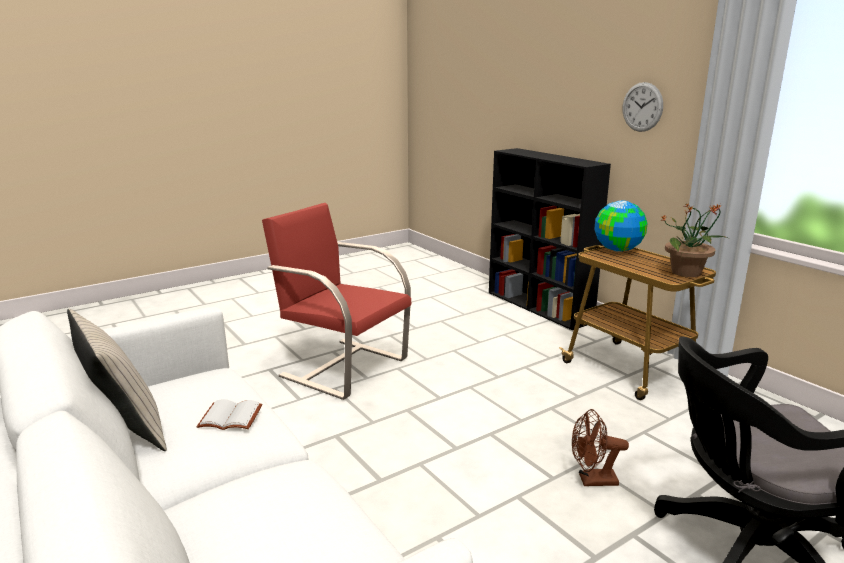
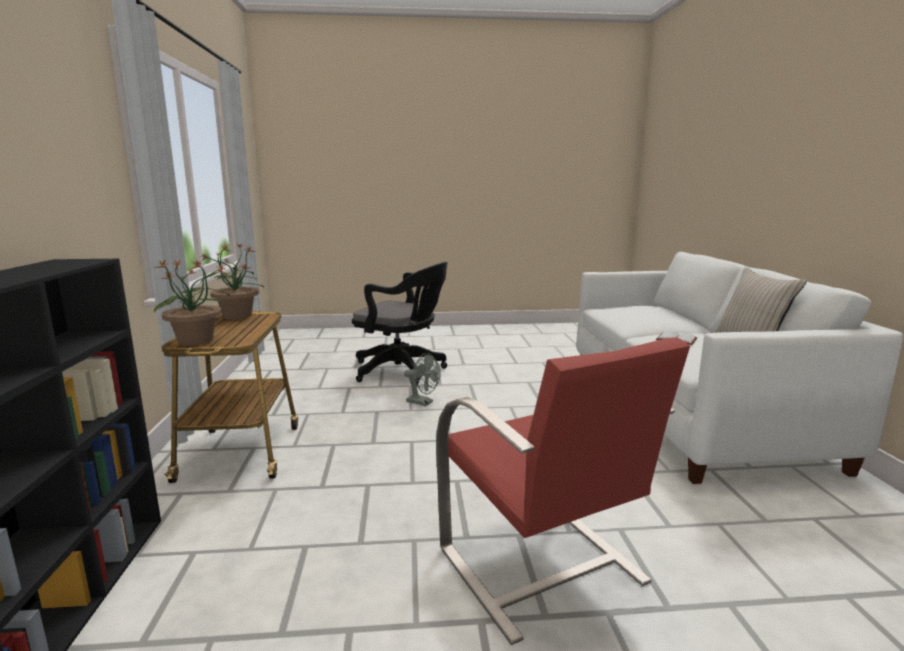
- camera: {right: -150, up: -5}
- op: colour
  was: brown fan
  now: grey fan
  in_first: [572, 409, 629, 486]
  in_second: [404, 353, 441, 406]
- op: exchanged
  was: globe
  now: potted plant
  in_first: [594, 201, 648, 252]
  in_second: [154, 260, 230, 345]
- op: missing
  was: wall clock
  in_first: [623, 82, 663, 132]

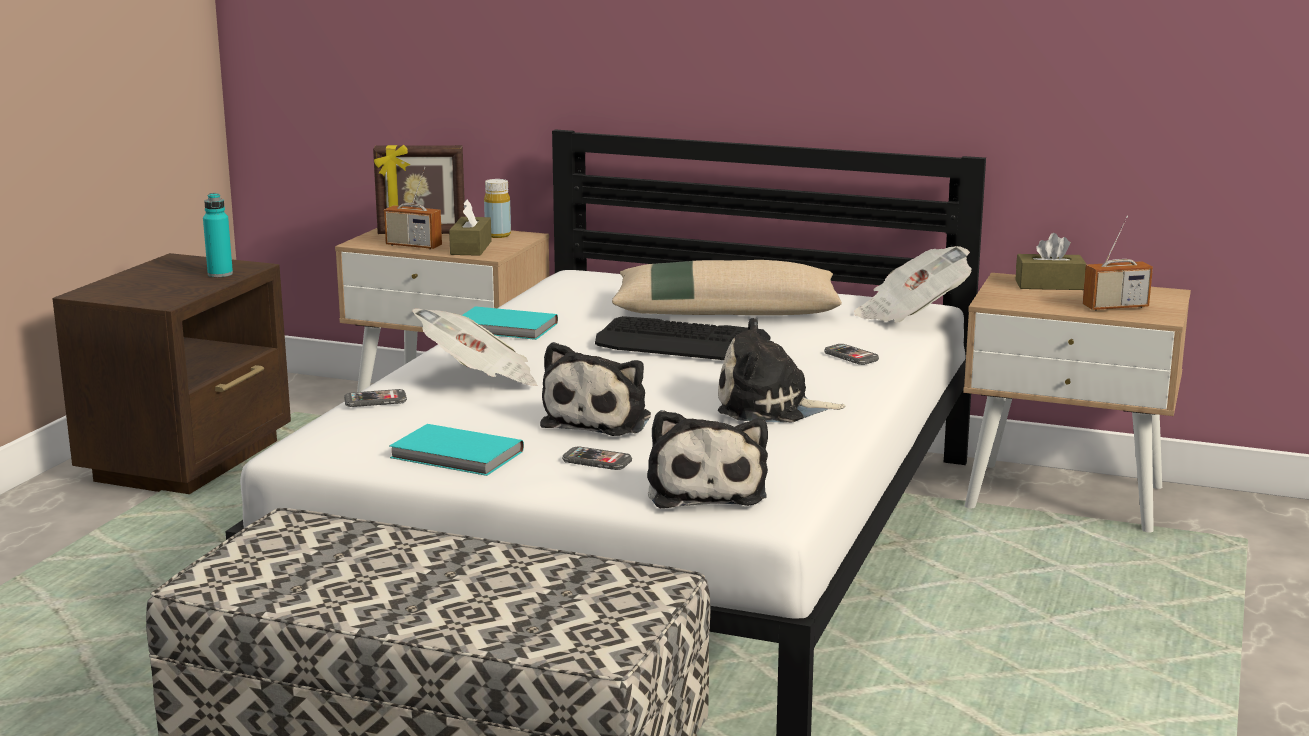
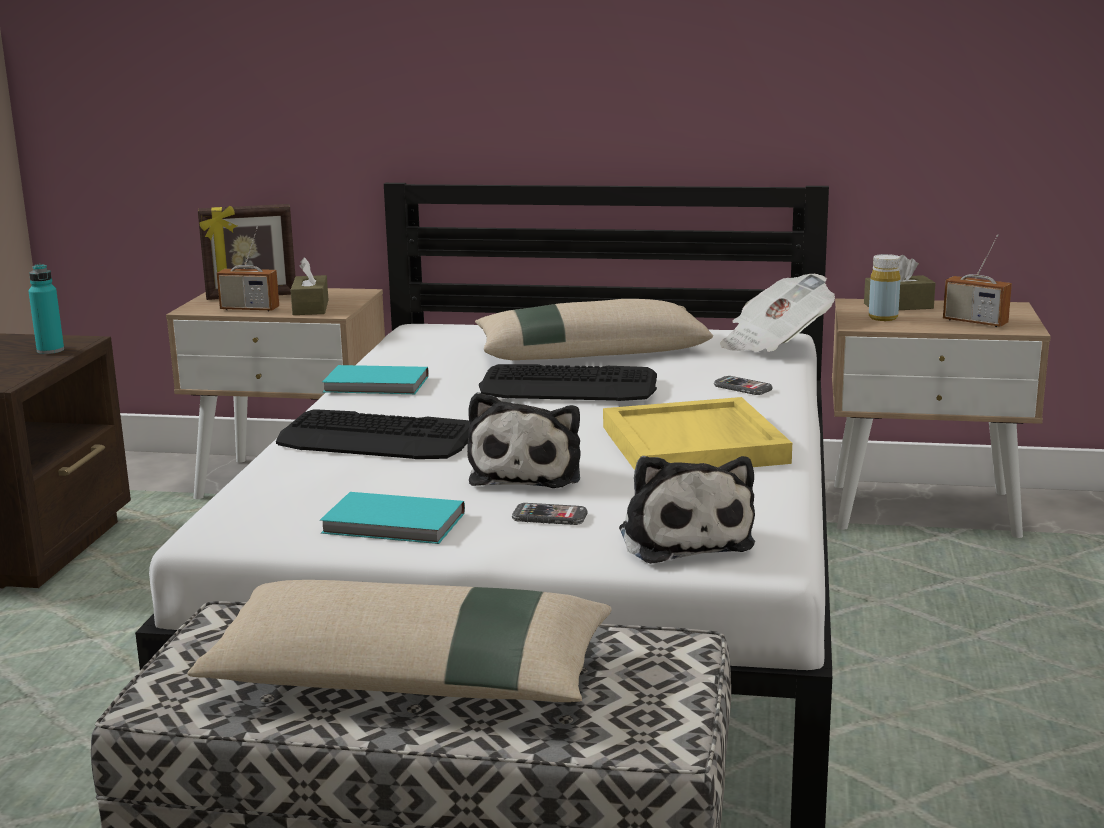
- camera: {right: -10, up: 0}
- op: missing
  was: phone
  in_first: [344, 389, 407, 407]
- op: exchanged
  was: newspaper
  now: keyboard
  in_first: [413, 308, 538, 386]
  in_second: [276, 409, 470, 459]
- op: relocated
  was: yellow bottle
  in_first: [484, 179, 511, 238]
  in_second: [869, 254, 901, 321]
- op: exchanged
  was: plush toy
  now: yellow tray
  in_first: [718, 317, 846, 423]
  in_second: [603, 397, 792, 470]
- op: spun
  was: radio
  in_first: [1083, 216, 1153, 311]
  in_second: [943, 234, 1012, 327]
  clockwise: 60
- op: appeared
  now: beige pillow
  in_second: [187, 580, 611, 702]

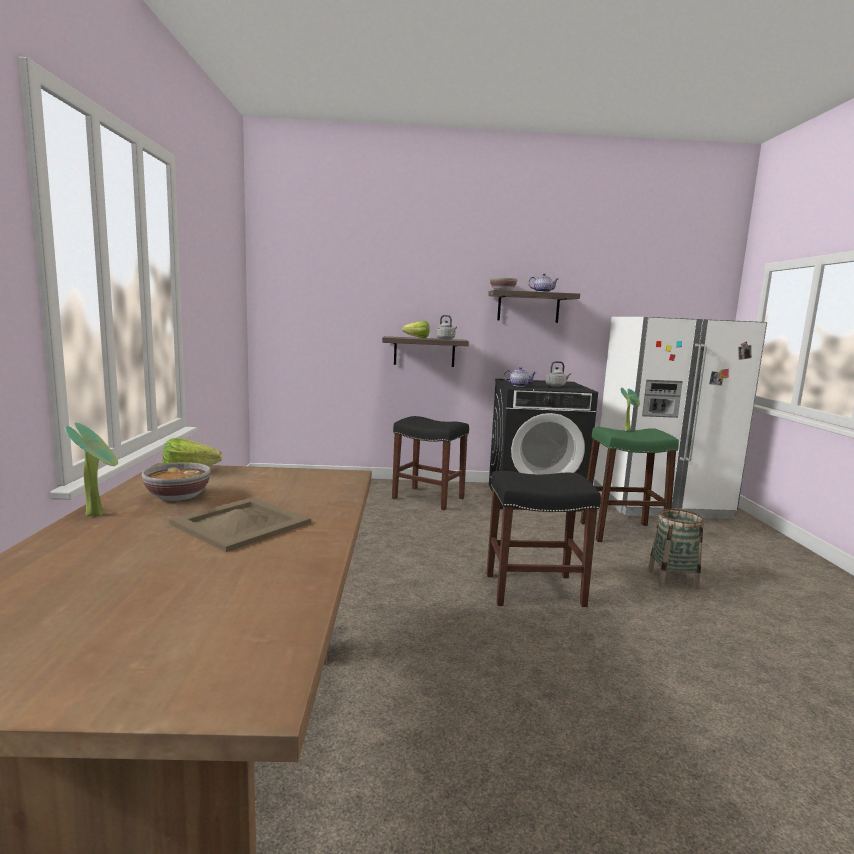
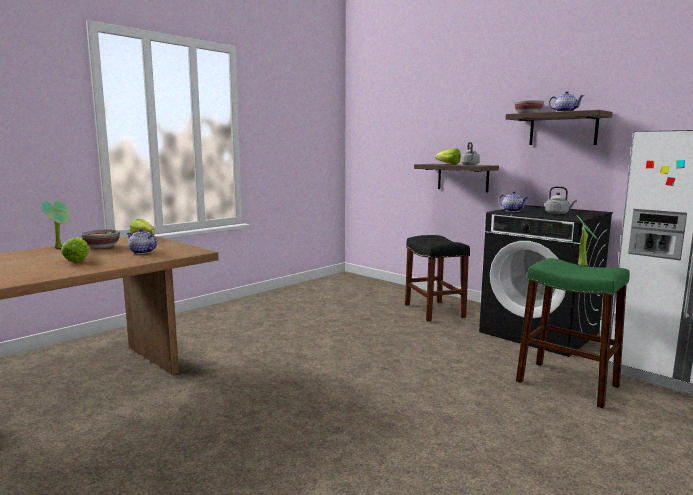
- camera: {right: 45, up: 0}
- op: exchanged
  was: beige tray
  now: lettuce
  in_first: [169, 497, 311, 552]
  in_second: [61, 237, 89, 262]
- op: missing
  was: black stool
  in_first: [487, 471, 601, 607]
- op: missing
  was: basket
  in_first: [648, 509, 704, 590]
- op: appeared
  now: teapot
  in_second: [127, 229, 157, 254]

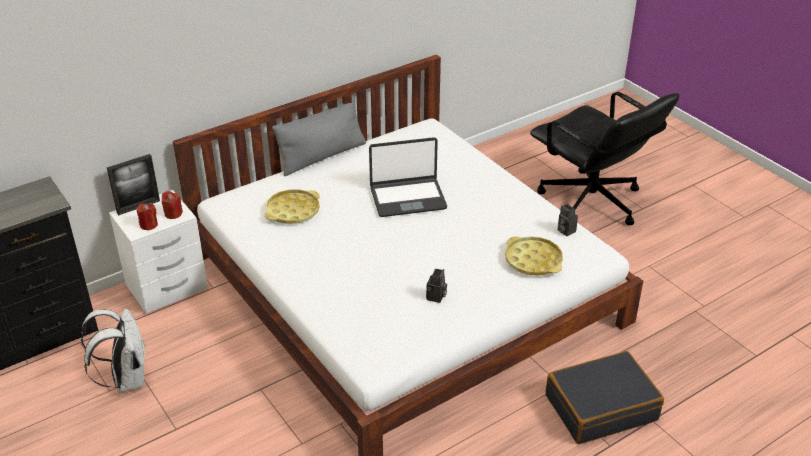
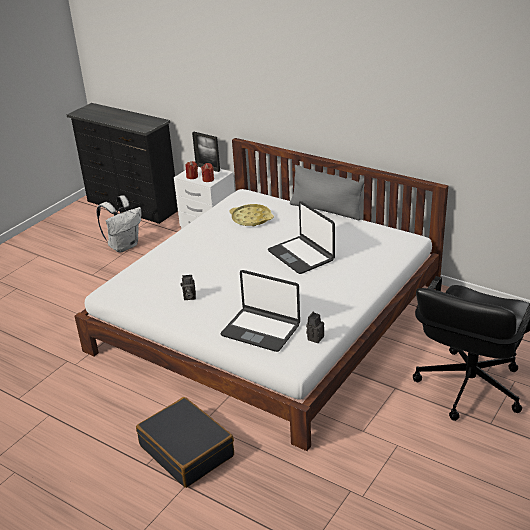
- camera: {right: 70, up: -5}
- op: exchanged
  was: yellow tray
  now: laptop
  in_first: [505, 236, 563, 276]
  in_second: [221, 270, 300, 352]

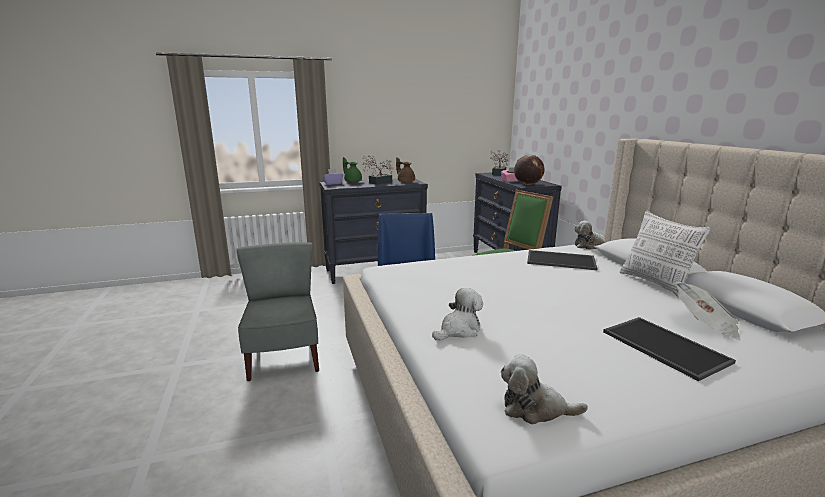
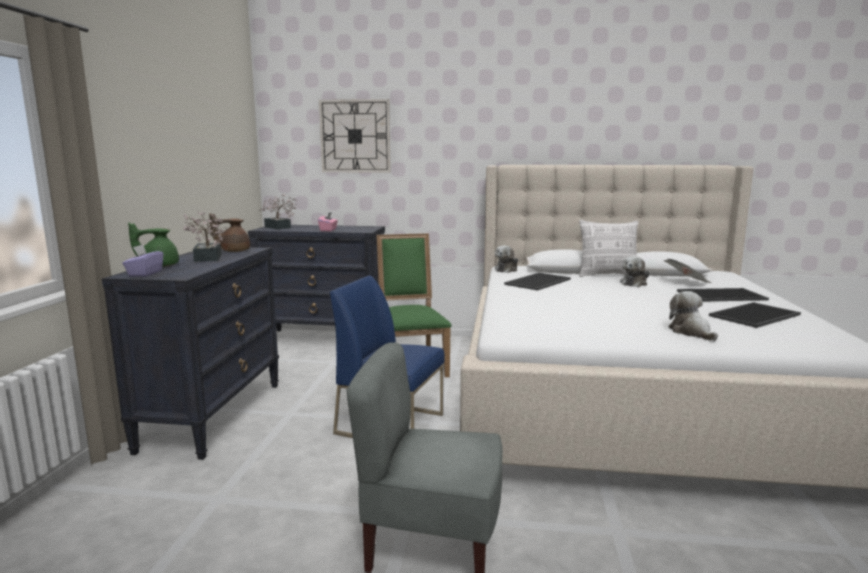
- camera: {right: -65, up: -5}
- op: relocated
  was: plush toy
  in_first: [501, 354, 588, 425]
  in_second: [620, 256, 650, 287]
- op: missing
  was: globe
  in_first: [514, 155, 544, 185]
- op: appeared
  now: wall clock
  in_second: [319, 99, 391, 173]
- op: appeared
  now: tray
  in_second: [709, 302, 801, 328]

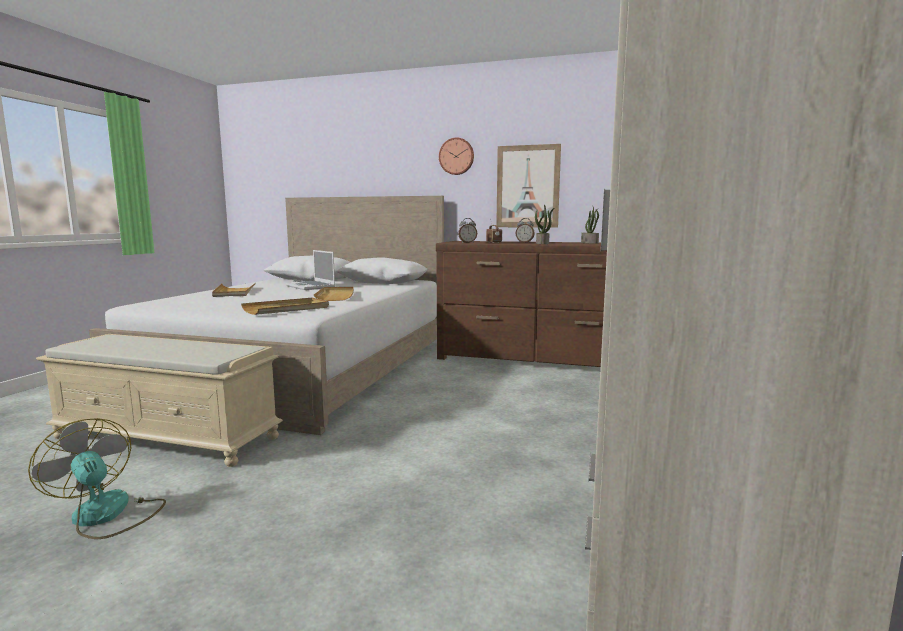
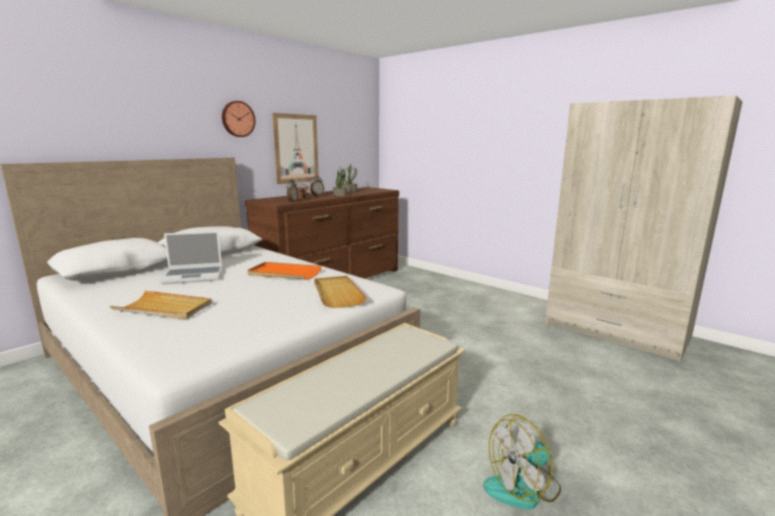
- camera: {right: -65, up: 5}
- op: colour
  was: beige tray
  now: orange tray
  in_first: [314, 287, 354, 301]
  in_second: [247, 262, 322, 280]

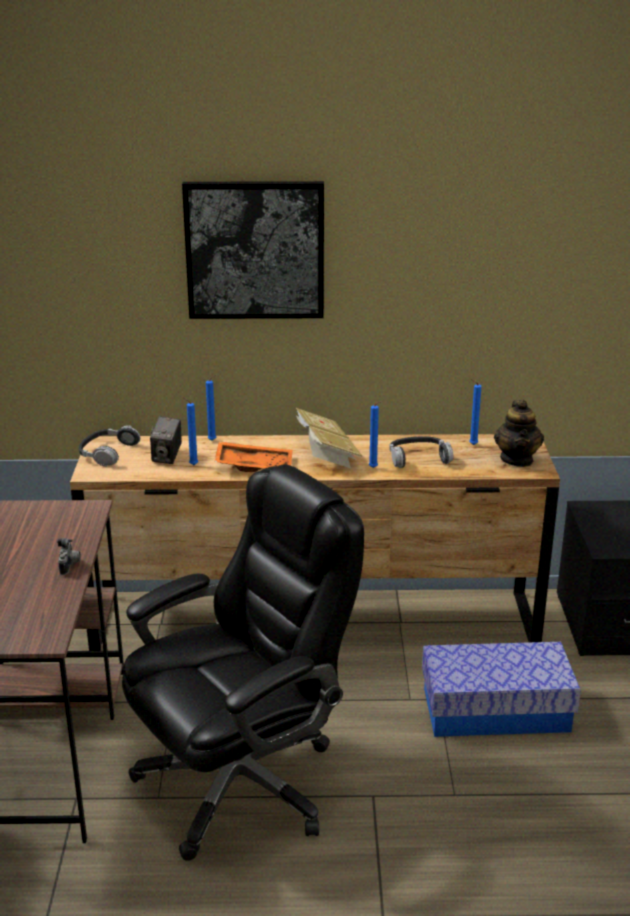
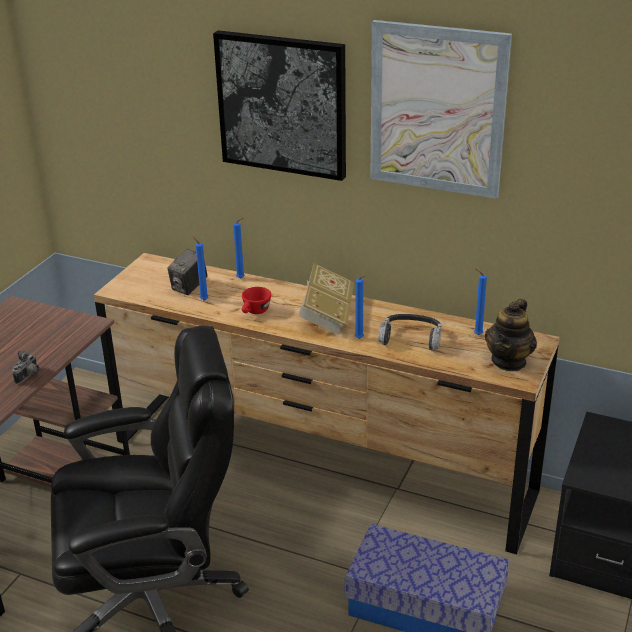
- camera: {right: 25, up: 5}
- op: missing
  was: headphones
  in_first: [79, 425, 141, 467]
- op: exchanged
  was: orange tray
  now: red cup
  in_first: [215, 441, 293, 472]
  in_second: [242, 287, 271, 314]
- op: appeared
  now: picture
  in_second: [370, 20, 512, 199]

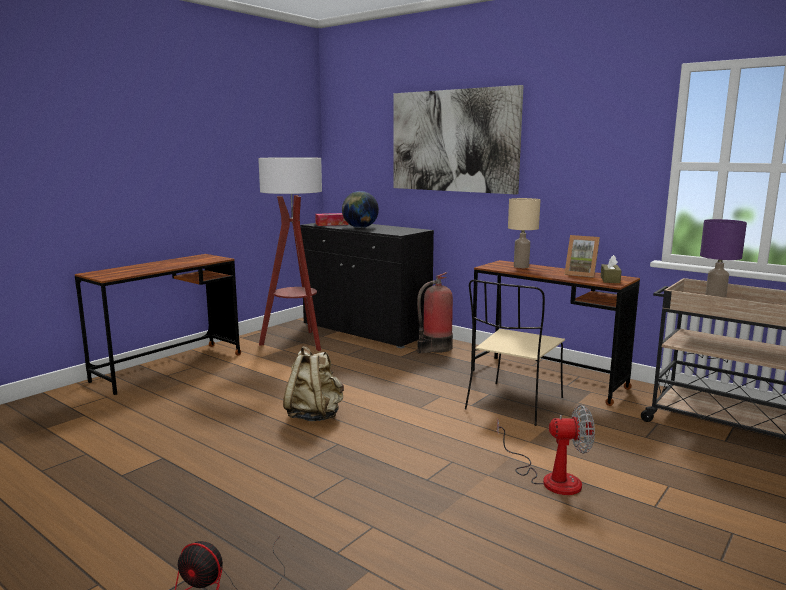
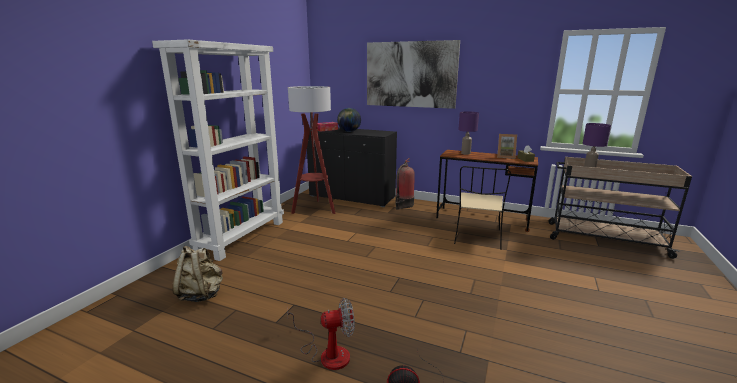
- camera: {right: -15, up: 5}
- op: exchanged
  was: brown desk
  now: white bookcase
  in_first: [75, 254, 241, 395]
  in_second: [152, 39, 284, 261]
- op: relocated
  was: beige backpack
  in_first: [283, 346, 344, 421]
  in_second: [172, 246, 223, 302]
- op: relocated
  was: fan
  in_first: [497, 405, 595, 495]
  in_second: [287, 298, 355, 370]
- op: colour
  was: beige table lamp
  now: purple table lamp
  in_first: [508, 198, 540, 268]
  in_second: [458, 111, 479, 155]

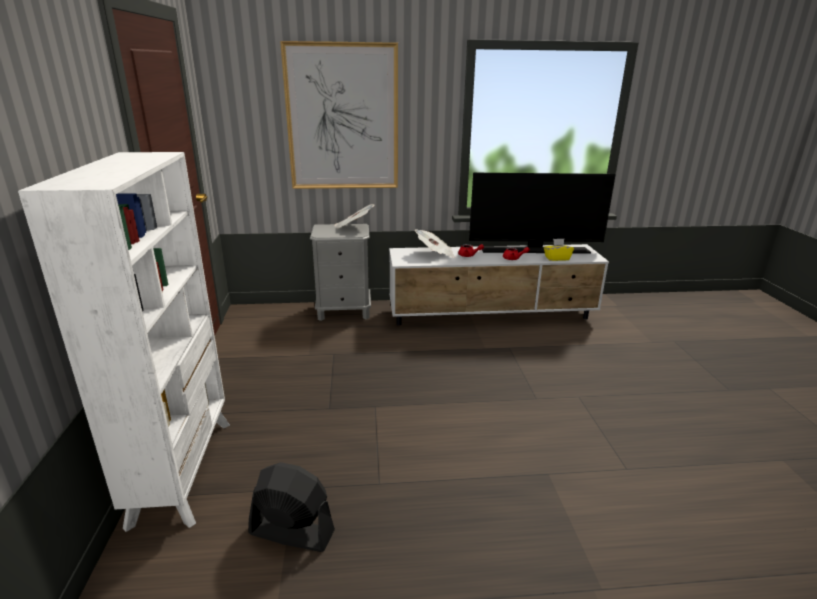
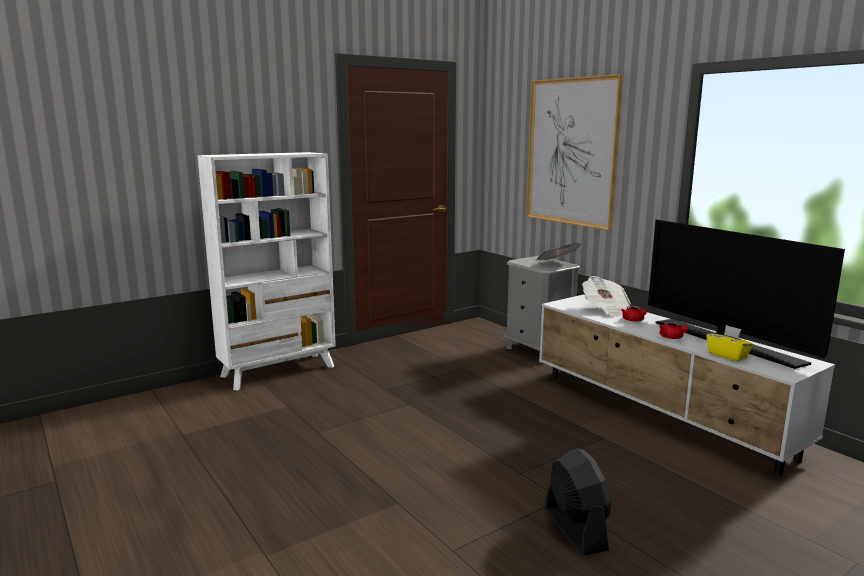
- camera: {right: 60, up: -10}
- op: relocated
  was: black fan
  in_first: [248, 462, 335, 552]
  in_second: [545, 448, 611, 556]

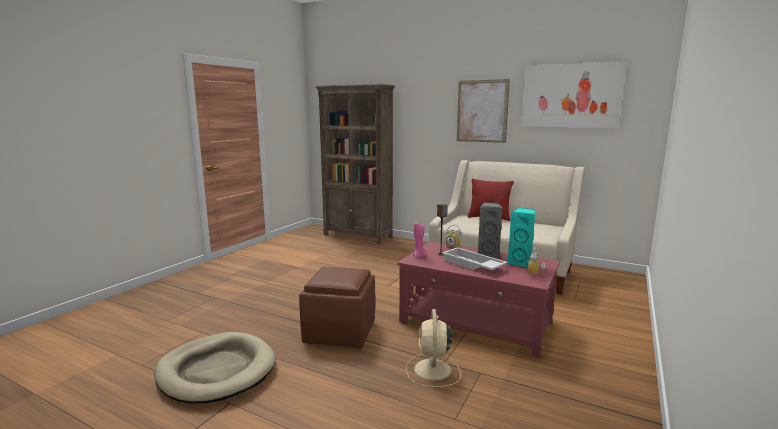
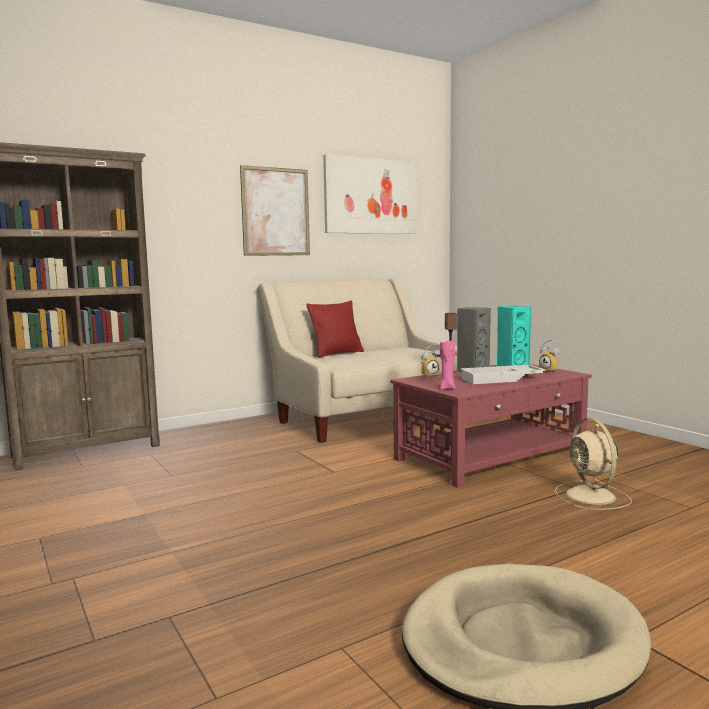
- camera: {right: -60, up: -5}
- op: missing
  was: brown ottoman
  in_first: [299, 267, 375, 348]
- op: spun
  was: beige fan
  in_first: [406, 309, 461, 387]
  in_second: [555, 418, 632, 510]
  clockwise: 45

